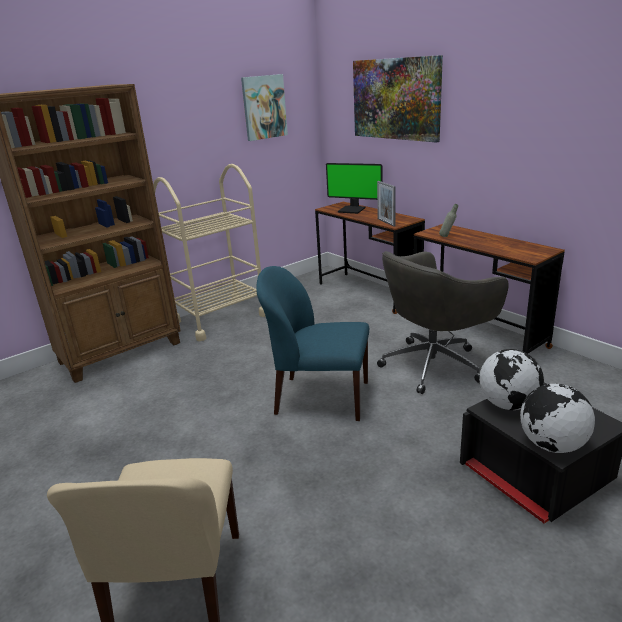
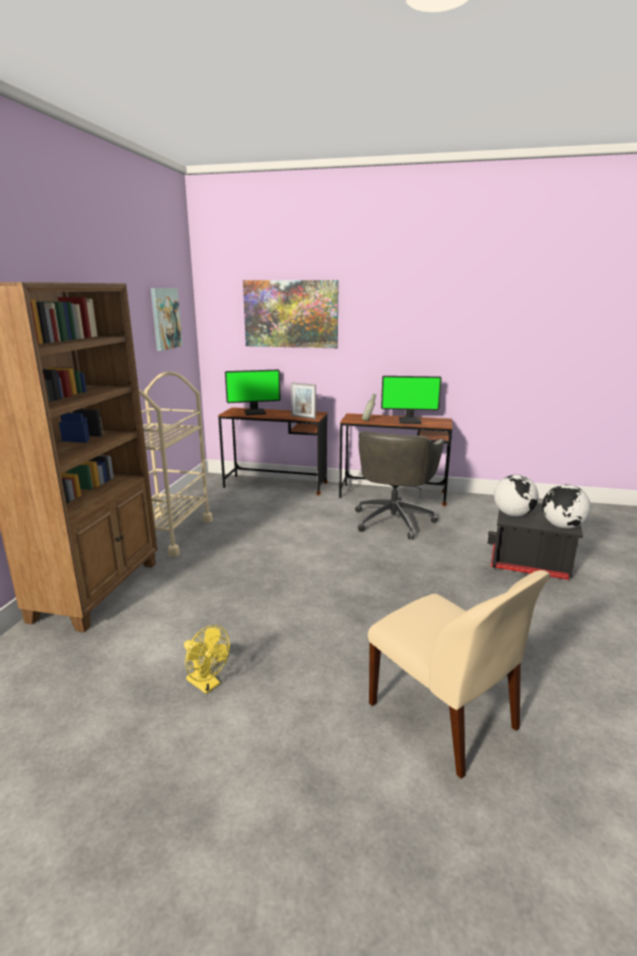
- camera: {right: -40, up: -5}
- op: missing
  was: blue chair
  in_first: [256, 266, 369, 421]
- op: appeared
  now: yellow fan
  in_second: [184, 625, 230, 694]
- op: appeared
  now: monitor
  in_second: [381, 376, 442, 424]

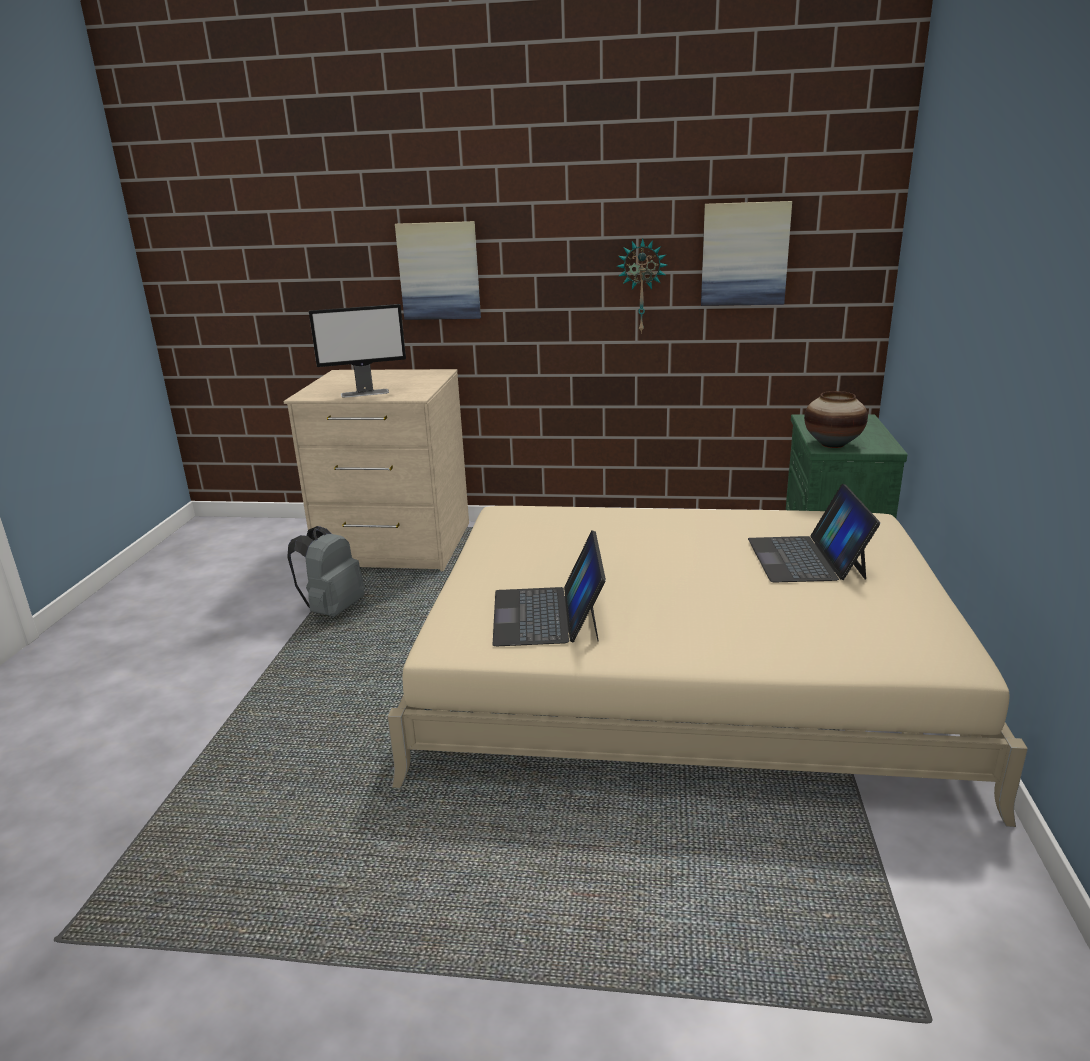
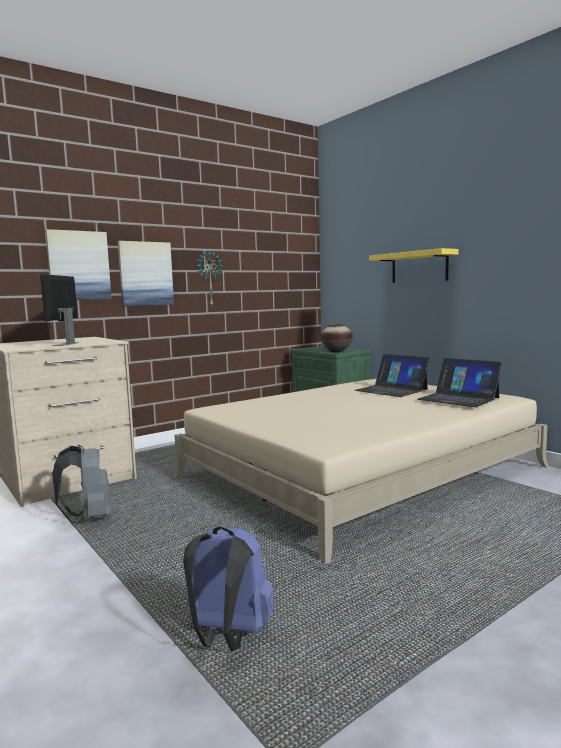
- camera: {right: -45, up: -15}
- op: spun
  was: monitor
  in_first: [309, 304, 406, 398]
  in_second: [40, 274, 80, 346]
  clockwise: 150
- op: relocated
  was: laptop
  in_first: [492, 530, 606, 646]
  in_second: [417, 358, 502, 407]
- op: relocated
  was: picture
  in_first: [701, 201, 792, 306]
  in_second: [118, 241, 174, 306]
- op: appeared
  now: blue backpack
  in_second: [183, 526, 274, 651]
- op: appeared
  now: yellow shelf
  in_second: [369, 248, 458, 283]

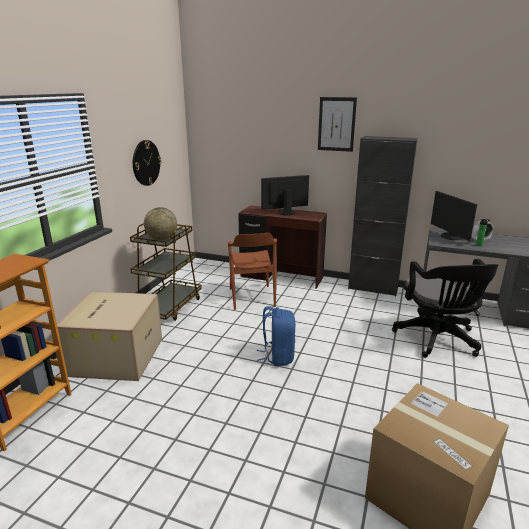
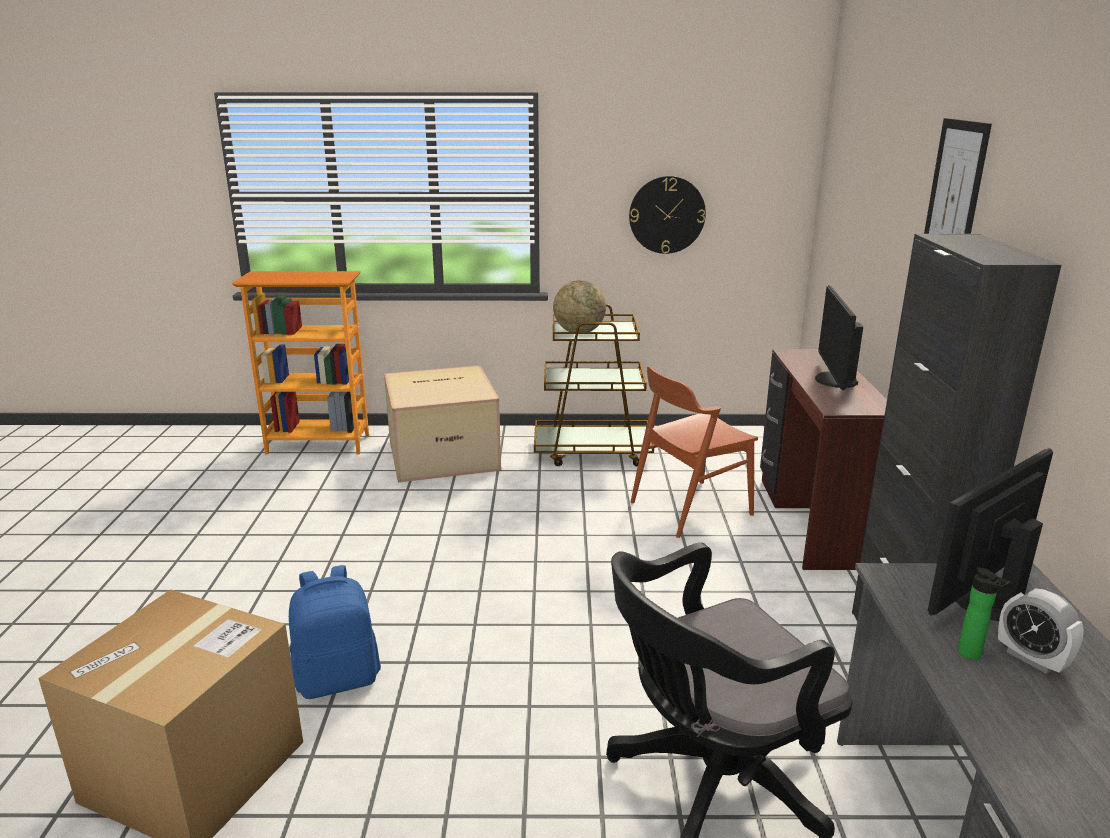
- camera: {right: 70, up: 0}
- op: relocated
  was: blue backpack
  in_first: [257, 306, 295, 366]
  in_second: [289, 565, 381, 699]
- op: spun
  was: monitor
  in_first: [261, 175, 309, 216]
  in_second: [815, 285, 863, 390]
  clockwise: -135

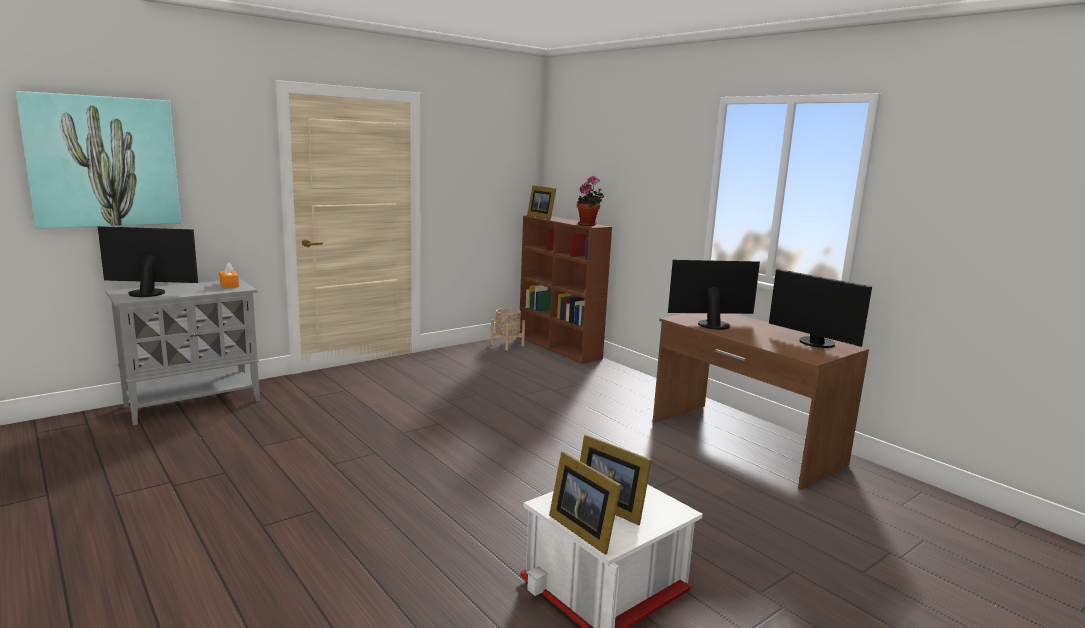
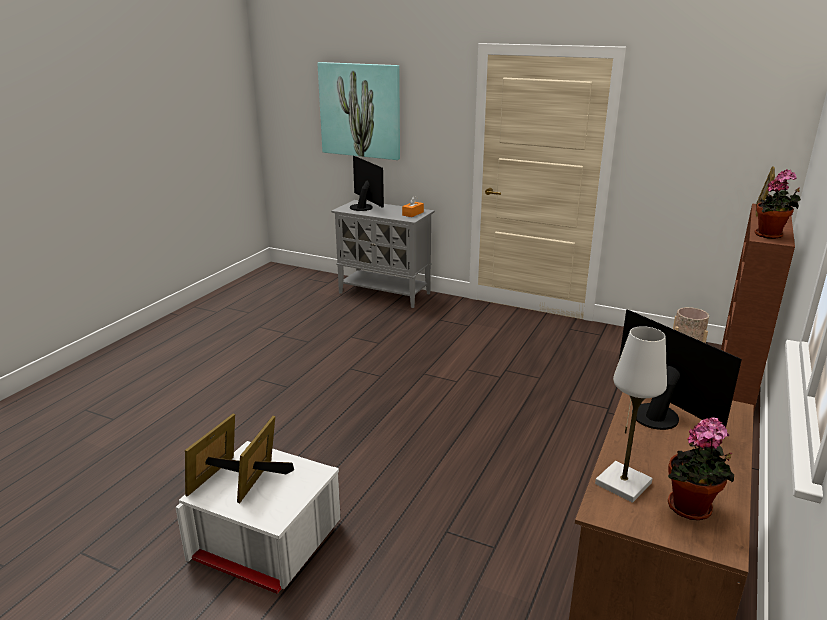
- camera: {right: 65, up: 10}
- op: exchanged
  was: monitor
  now: potted plant
  in_first: [769, 269, 872, 348]
  in_second: [668, 417, 734, 520]
- op: appeared
  now: white table lamp
  in_second: [595, 326, 667, 503]

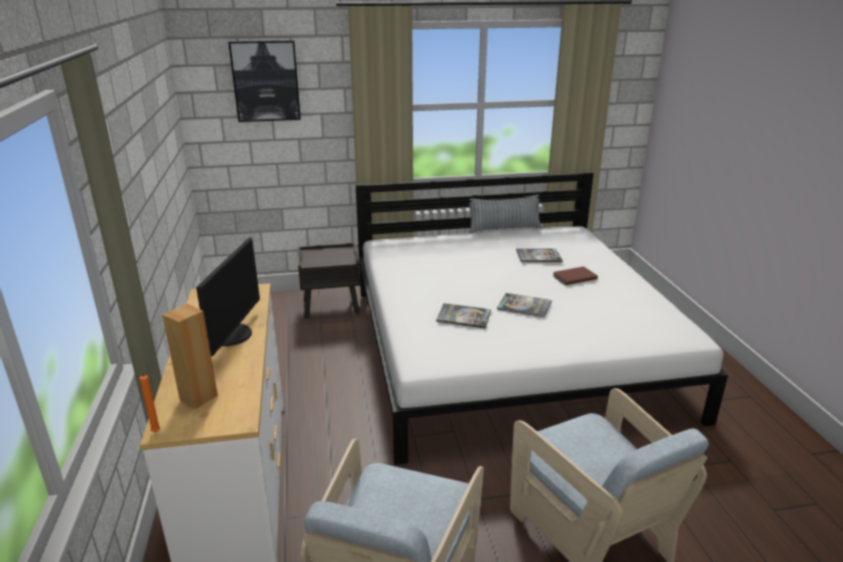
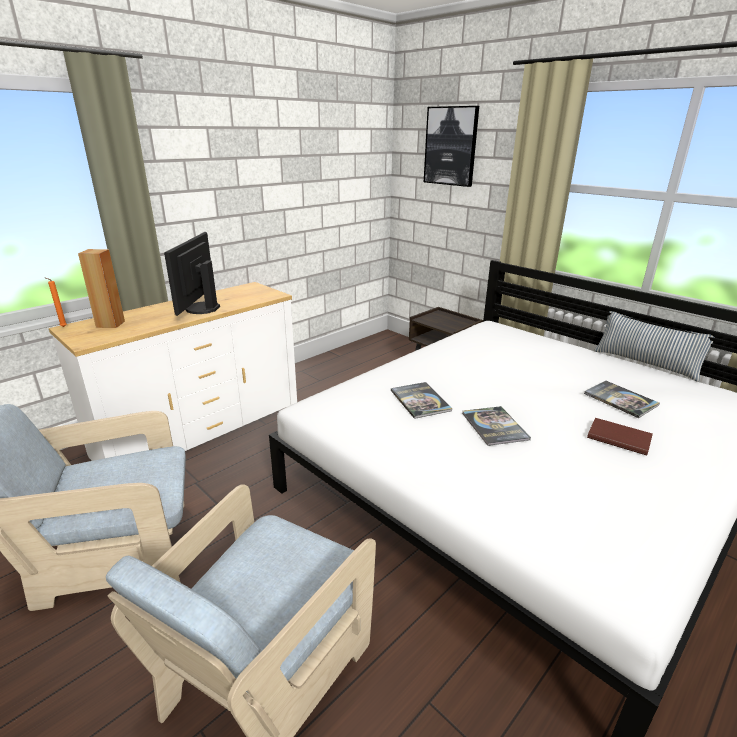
- camera: {right: 55, up: 0}
- op: spun
  was: monitor
  in_first: [196, 237, 260, 357]
  in_second: [164, 232, 220, 316]
  clockwise: 120

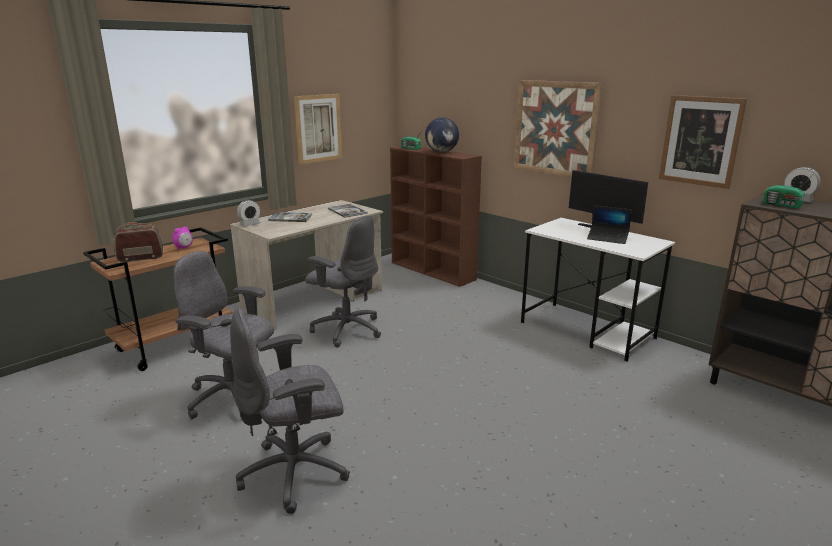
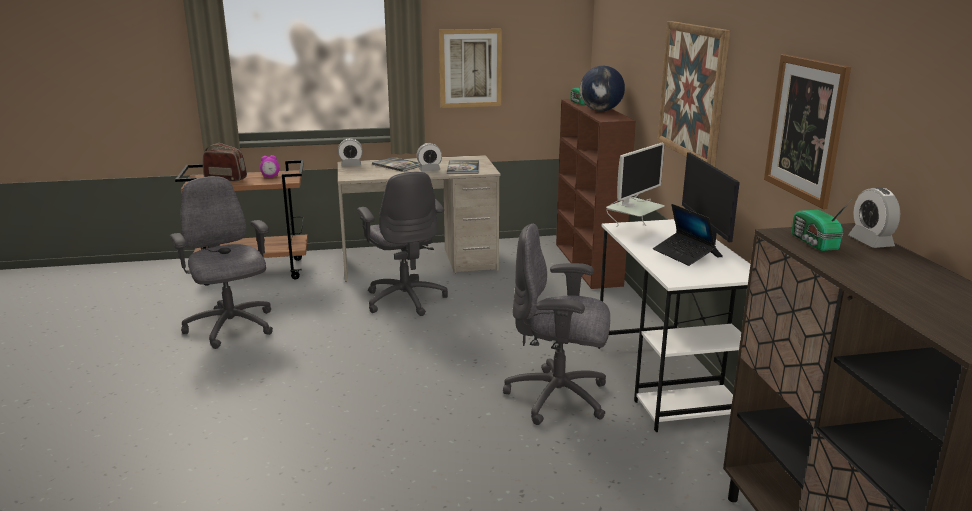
- camera: {right: 35, up: 0}
- op: relocated
  was: grey office chair
  in_first: [230, 308, 350, 514]
  in_second: [503, 224, 610, 425]
- op: appeared
  now: alarm clock
  in_second: [417, 143, 442, 171]
- op: appeared
  now: monitor
  in_second: [606, 143, 665, 227]

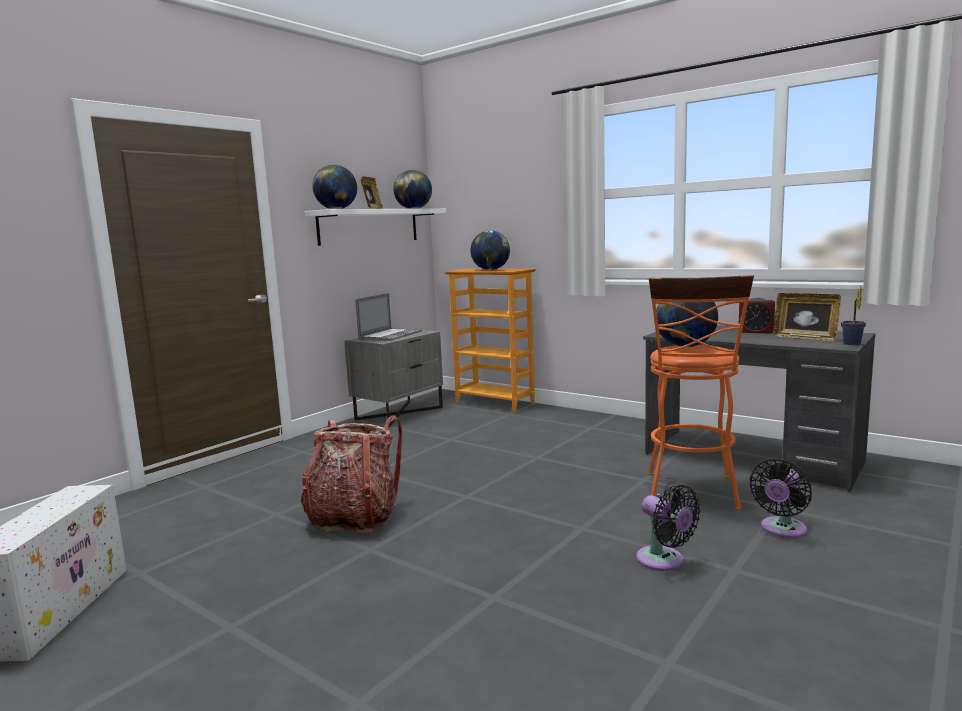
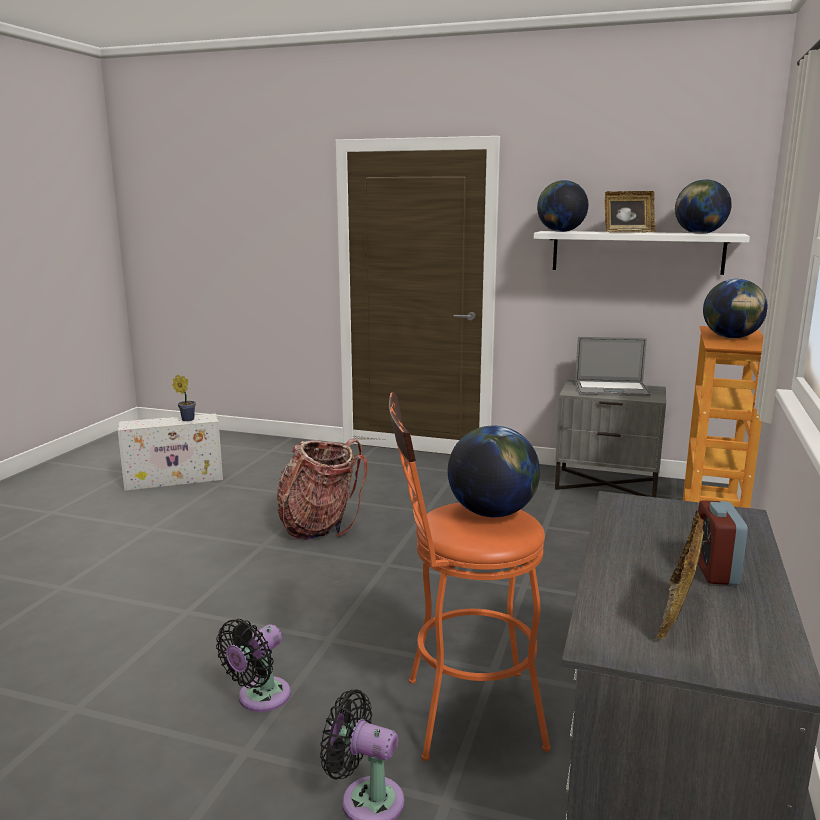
- camera: {right: 70, up: 5}
- op: relocated
  was: potted plant
  in_first: [841, 286, 866, 345]
  in_second: [172, 374, 196, 421]

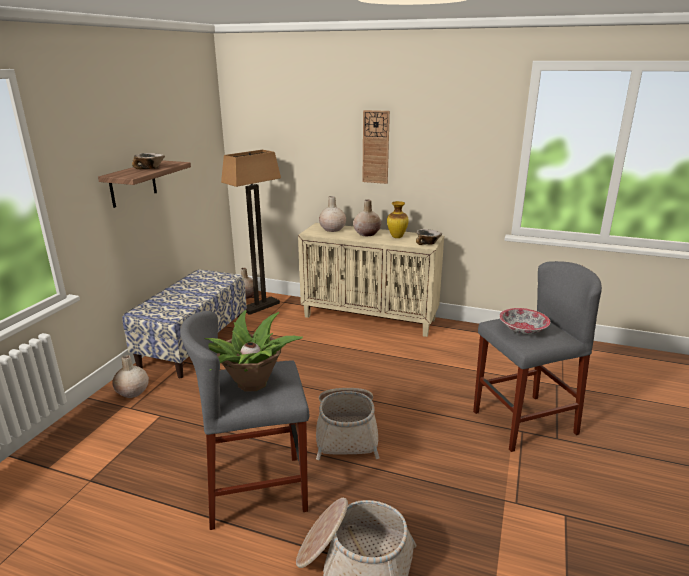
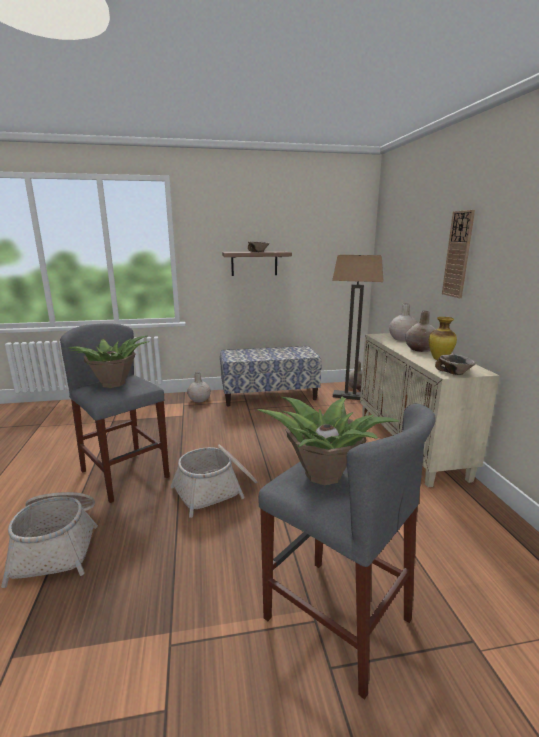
- camera: {right: 60, up: -5}
- op: exchanged
  was: bowl
  now: potted plant
  in_first: [499, 308, 550, 335]
  in_second: [257, 397, 400, 485]

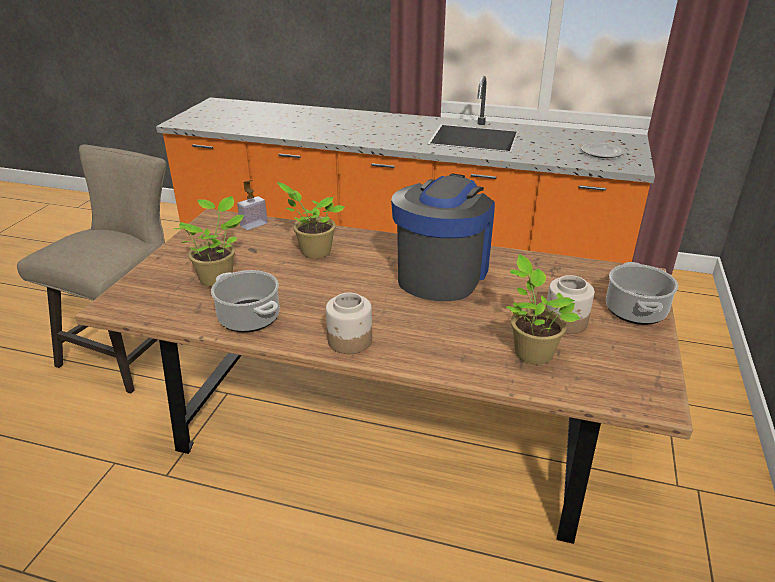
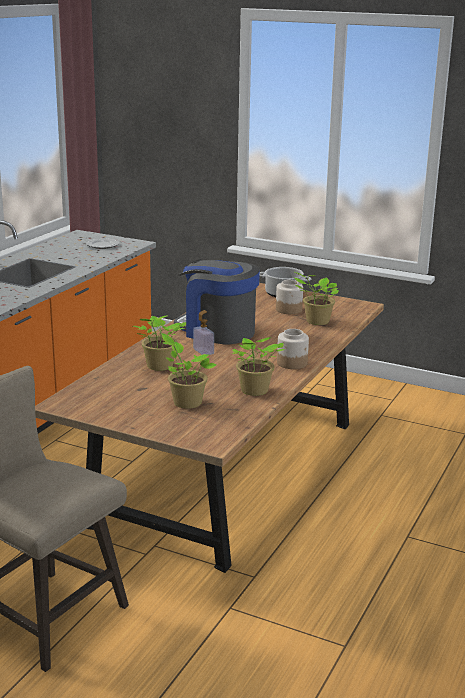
- camera: {right: -80, up: -10}
- op: exchanged
  was: cooking pot
  now: potted plant
  in_first: [211, 270, 280, 333]
  in_second: [232, 337, 284, 396]
- op: relocated
  was: soap dispenser
  in_first: [237, 180, 268, 230]
  in_second: [193, 310, 214, 355]

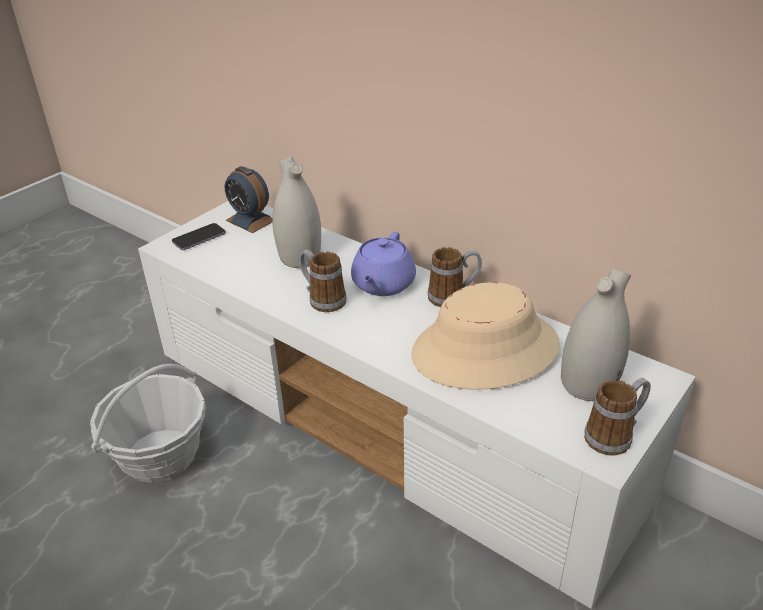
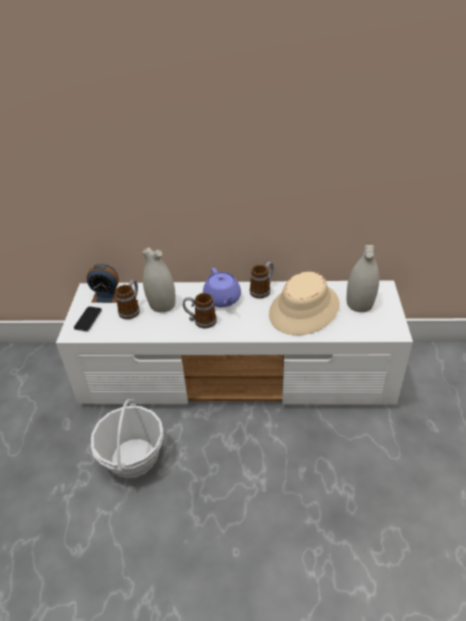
- camera: {right: -35, up: 5}
- op: relocated
  was: mug
  in_first: [584, 378, 651, 455]
  in_second: [116, 280, 140, 319]

